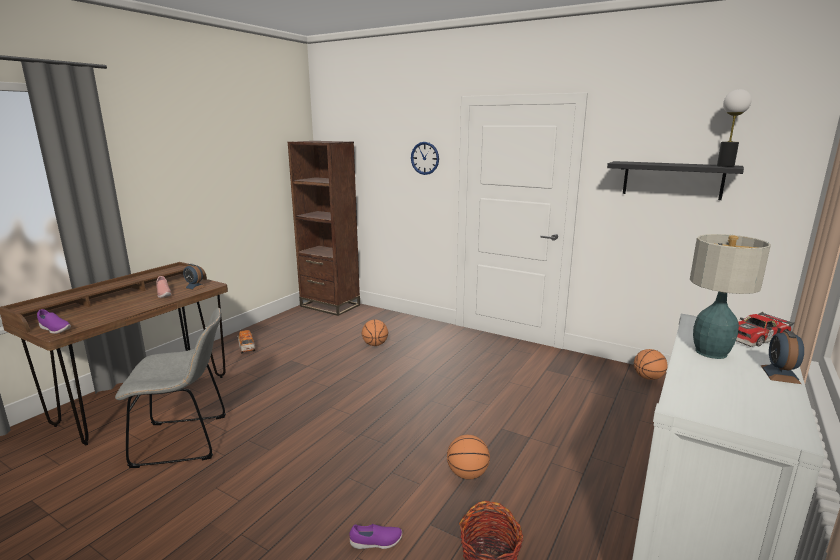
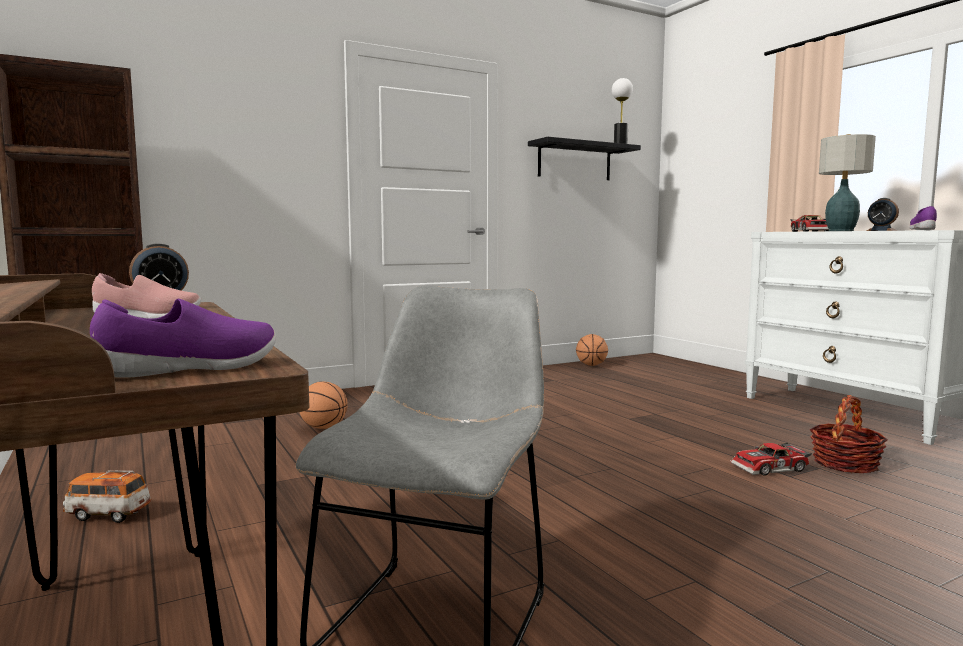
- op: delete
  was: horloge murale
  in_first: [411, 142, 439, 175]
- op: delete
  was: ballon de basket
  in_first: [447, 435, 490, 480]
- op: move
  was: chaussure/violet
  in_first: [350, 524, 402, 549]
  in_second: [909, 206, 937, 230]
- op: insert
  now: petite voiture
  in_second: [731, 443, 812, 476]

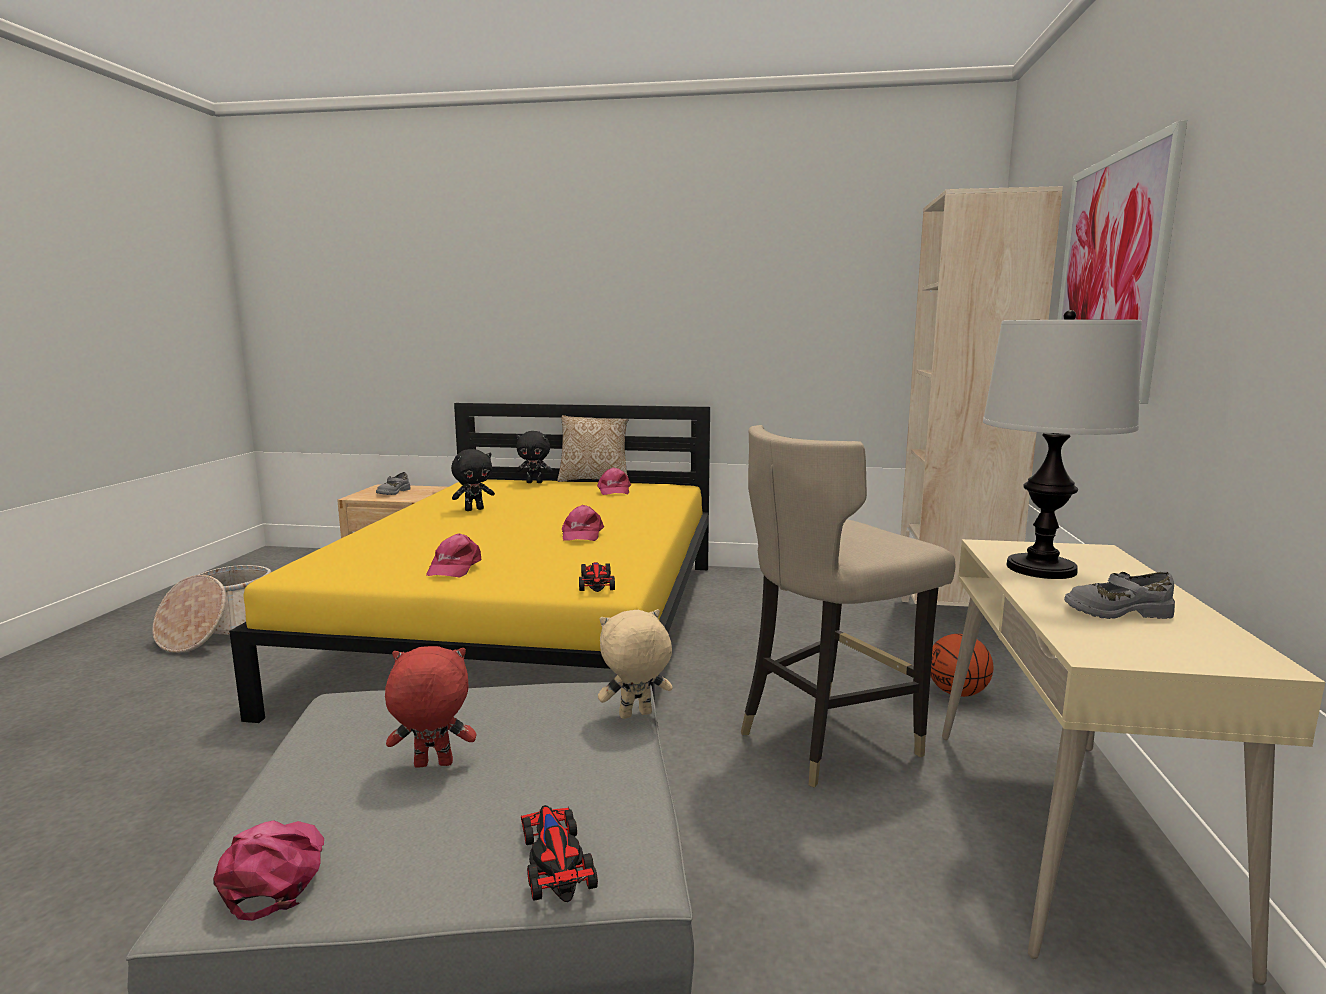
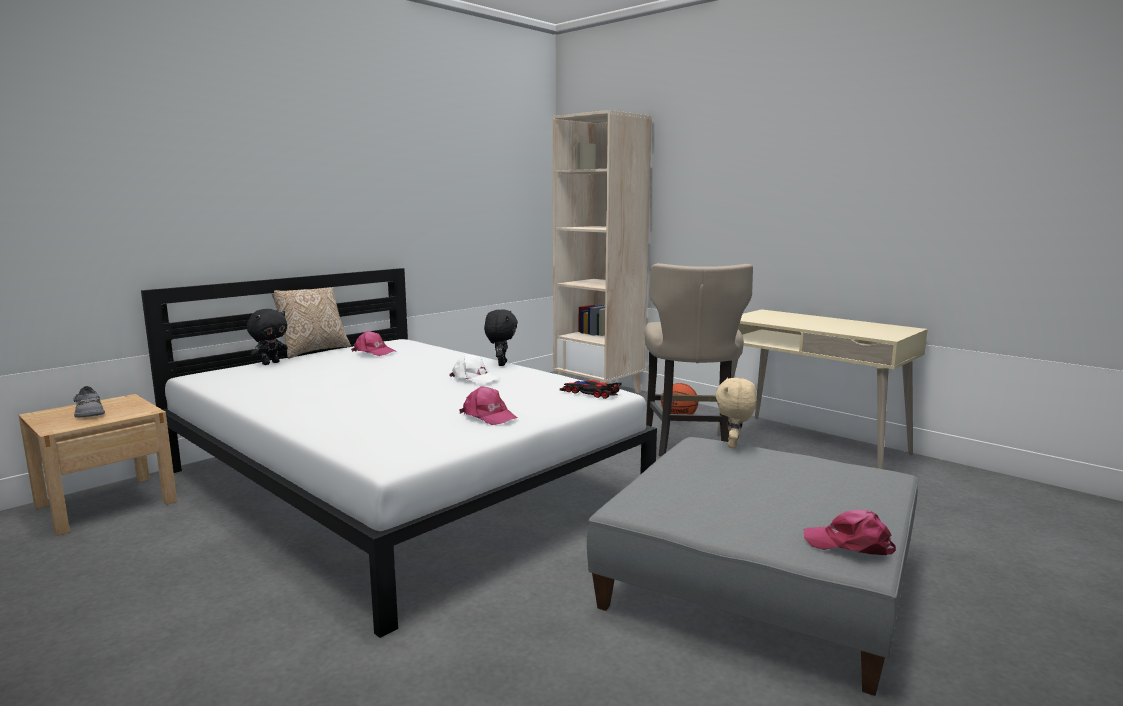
- op: delete
  was: tableau
  in_first: [1057, 120, 1187, 404]
- op: delete
  was: lampe de table
  in_first: [983, 310, 1142, 579]
- op: recolor
  was: lit/jaune
  now: lit/blanc
  in_first: [229, 403, 710, 723]
  in_second: [141, 268, 657, 638]
- op: move
  was: peluche/noir
  in_first: [451, 449, 495, 511]
  in_second: [484, 309, 518, 366]
- op: recolor
  was: casquette/rose
  now: casquette/blanc
  in_first: [562, 505, 604, 541]
  in_second: [449, 354, 500, 384]
- op: delete
  was: panier
  in_first: [152, 565, 271, 653]
- op: delete
  was: chaussure/gris
  in_first: [1064, 571, 1175, 619]
- op: delete
  was: peluche/rouge
  in_first: [385, 646, 476, 768]
- op: delete
  was: petite voiture
  in_first: [521, 805, 598, 902]

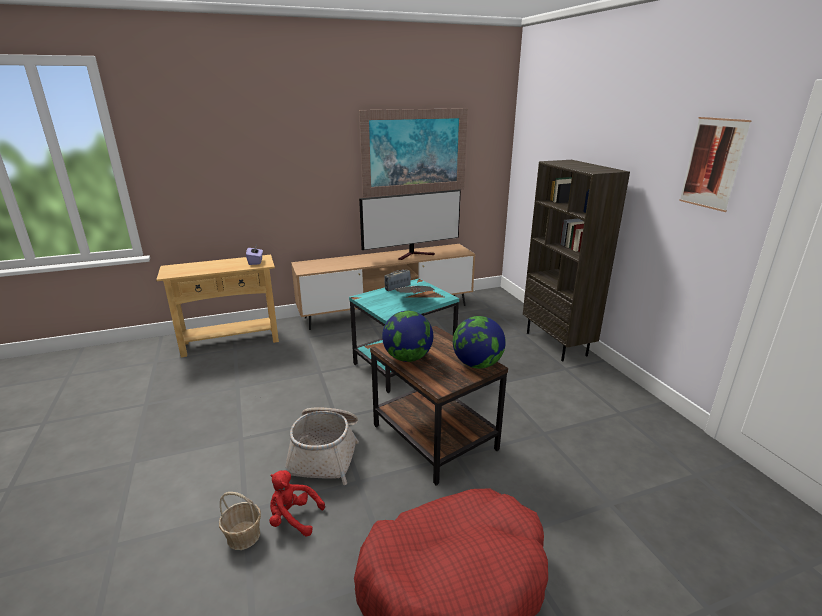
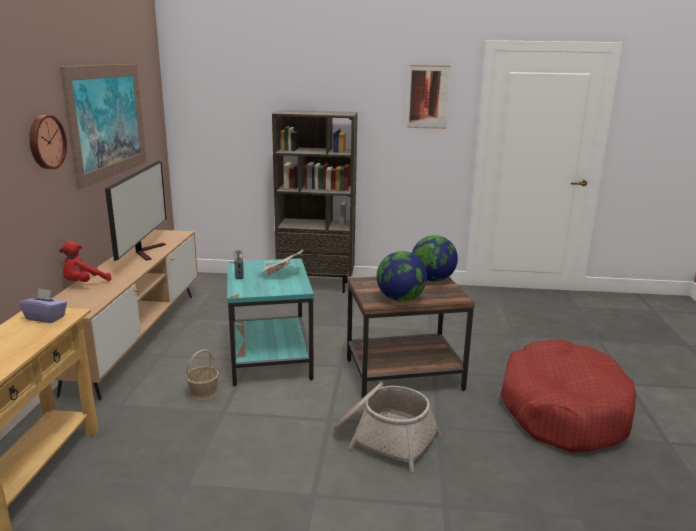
- op: move
  was: peluche/rouge
  in_first: [269, 470, 325, 537]
  in_second: [59, 241, 112, 282]
- op: move
  was: panier
  in_first: [219, 492, 261, 550]
  in_second: [185, 349, 219, 400]
- op: insert
  now: horloge murale
  in_second: [29, 115, 67, 169]

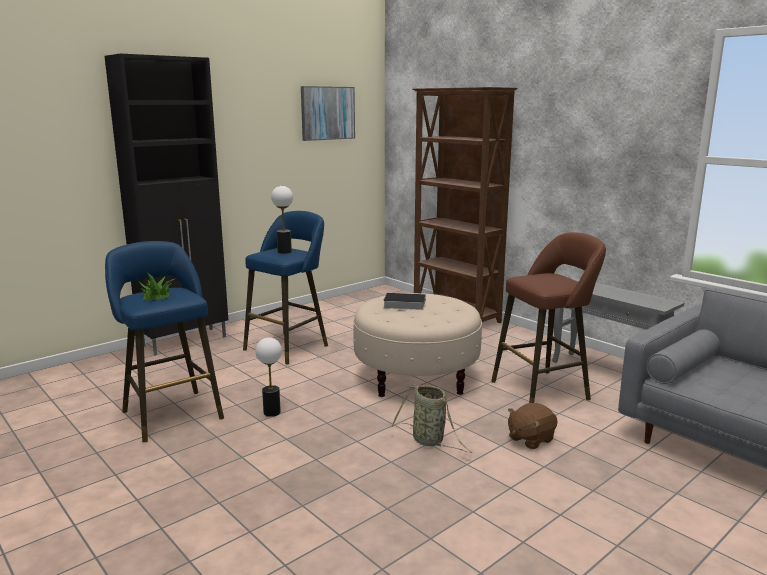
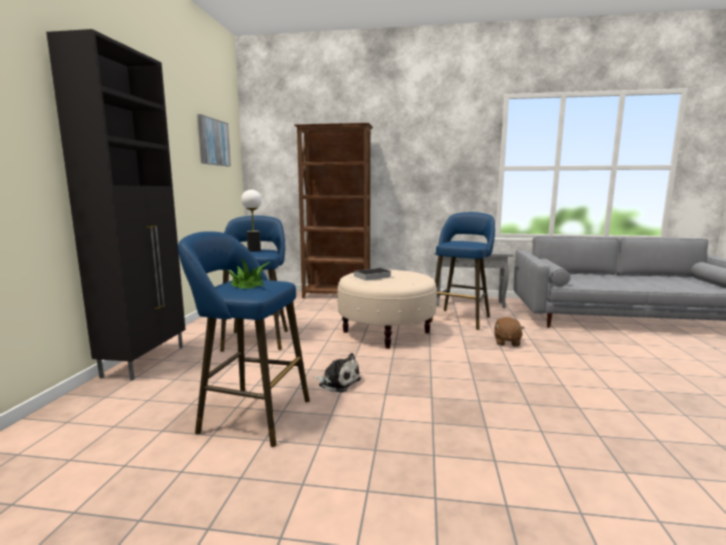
- op: recolor
  was: tabouret/marron
  now: tabouret/bleu
  in_first: [491, 232, 606, 403]
  in_second: [431, 212, 495, 330]
- op: replace
  was: lampe de table
  now: peluche
  in_first: [255, 337, 282, 417]
  in_second: [313, 353, 361, 392]
- op: delete
  was: panier
  in_first: [391, 385, 473, 453]

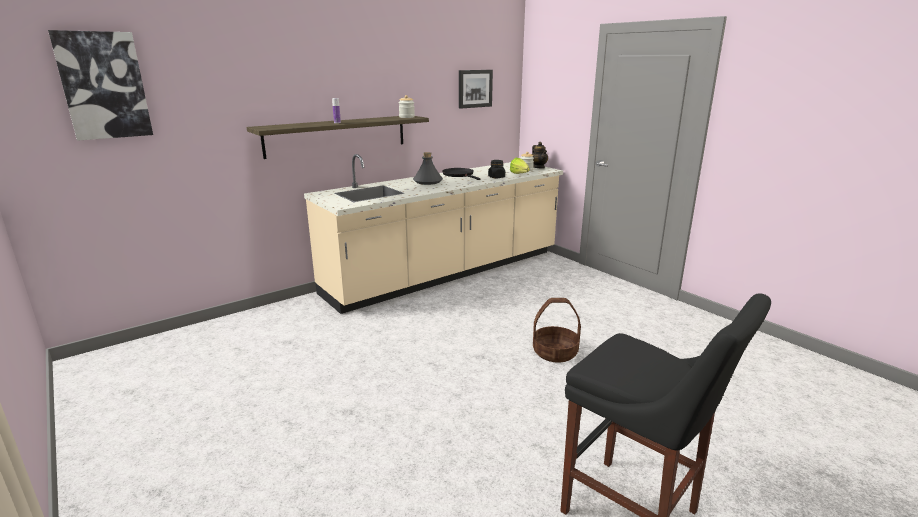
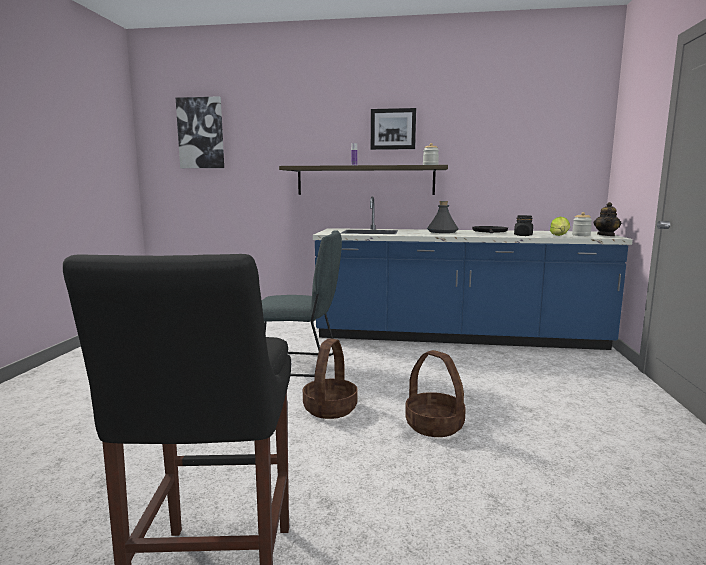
- op: move
  was: tableau
  in_first: [459, 70, 493, 109]
  in_second: [371, 108, 416, 150]
- op: recolor
  was: comptoir de cuisine/beige
  now: comptoir de cuisine/bleu
  in_first: [304, 154, 563, 314]
  in_second: [313, 196, 633, 350]
- op: insert
  now: chaise/gris
  in_second: [262, 230, 342, 377]
- op: insert
  now: panier
  in_second: [303, 339, 358, 419]

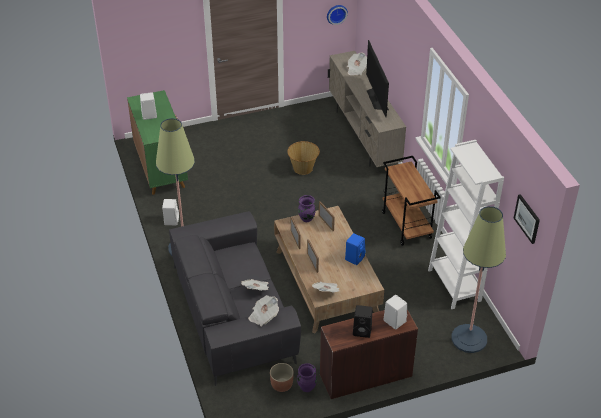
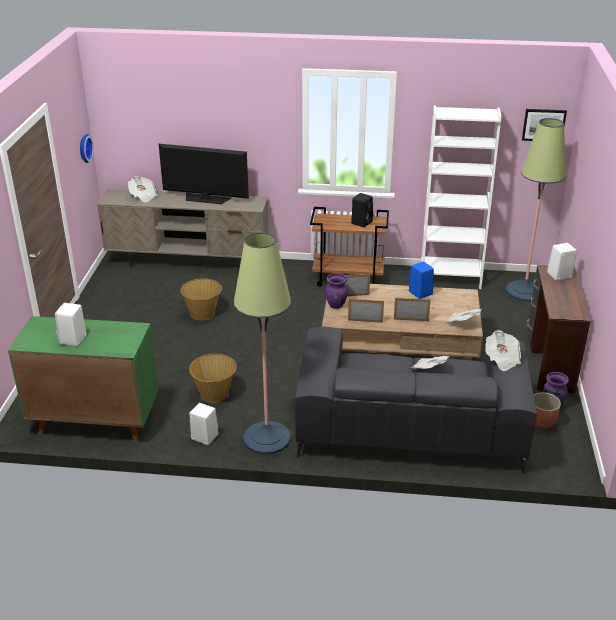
- op: move
  was: enceinte/noir
  in_first: [353, 305, 372, 338]
  in_second: [351, 193, 373, 227]
- op: insert
  now: panier
  in_second: [189, 354, 237, 403]

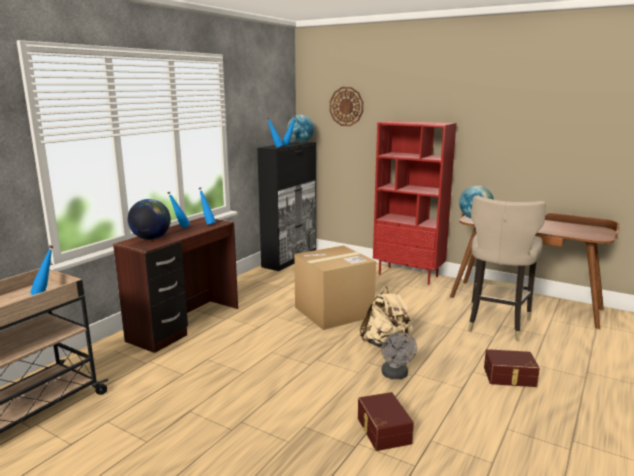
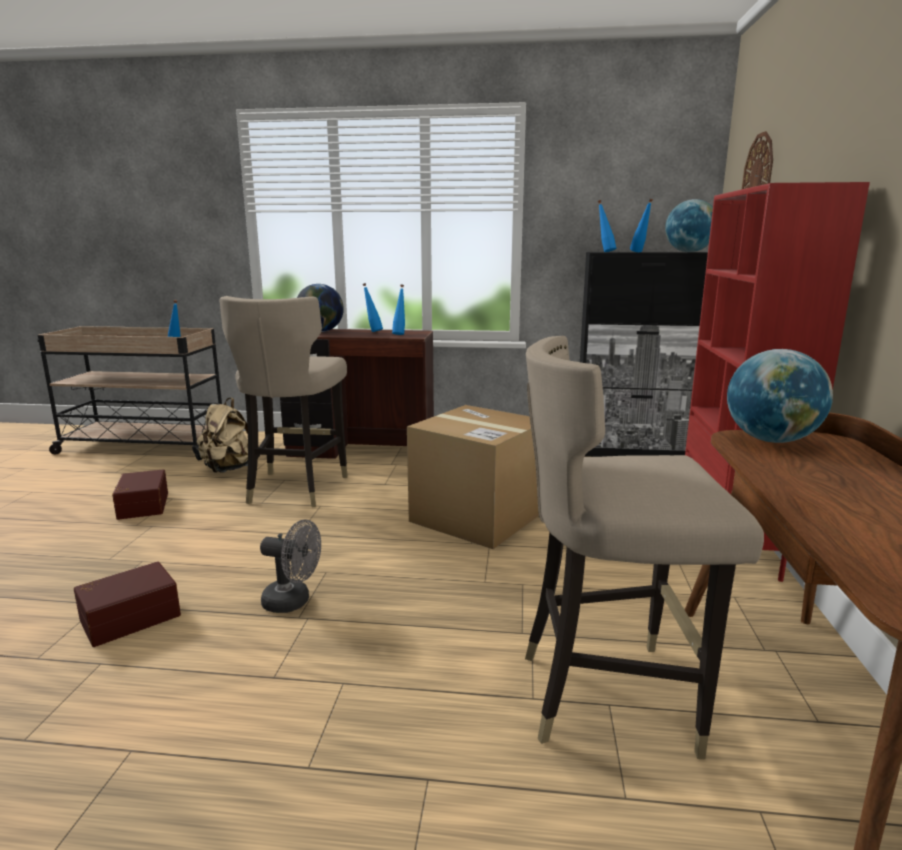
- op: move
  was: sac à dos/beige
  in_first: [360, 286, 413, 347]
  in_second: [197, 397, 259, 473]
- op: rotate
  was: ventilateur/gris
  in_first: [382, 332, 417, 379]
  in_second: [260, 520, 321, 613]
  clockwise: -135
- op: move
  was: boîte de rangement/marron
  in_first: [484, 349, 540, 387]
  in_second: [112, 469, 168, 520]
- op: insert
  now: tabouret/beige
  in_second: [219, 296, 348, 507]

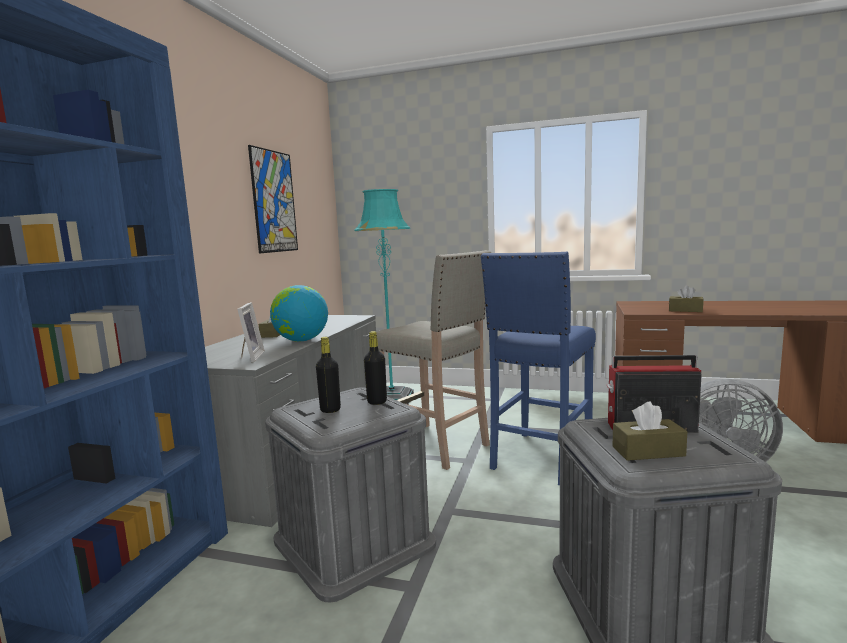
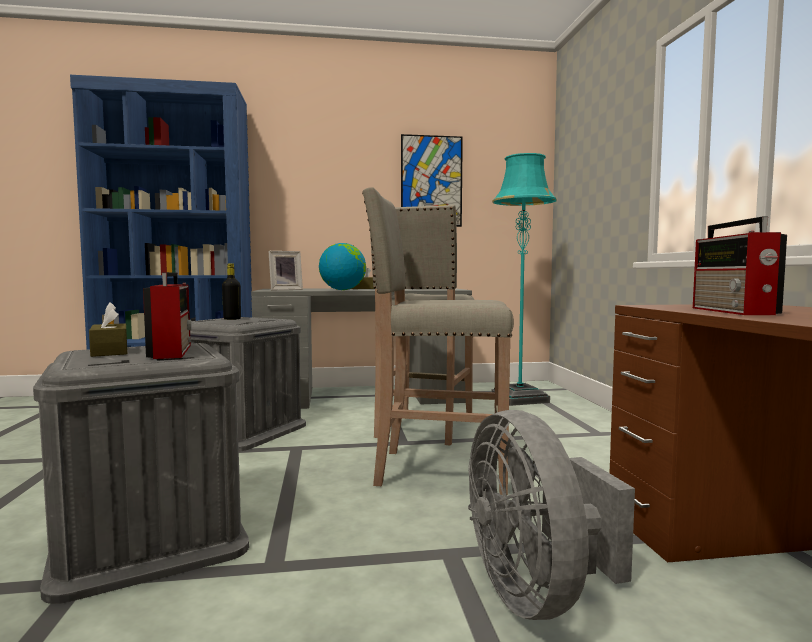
- op: recolor
  was: tabouret/bleu
  now: tabouret/beige
  in_first: [481, 252, 596, 485]
  in_second: [362, 187, 514, 495]
- op: replace
  was: boîte à mouchoirs/marron
  now: radio
  in_first: [669, 285, 704, 312]
  in_second: [693, 216, 787, 315]
- op: delete
  was: bouteille/noir
  in_first: [364, 331, 387, 405]

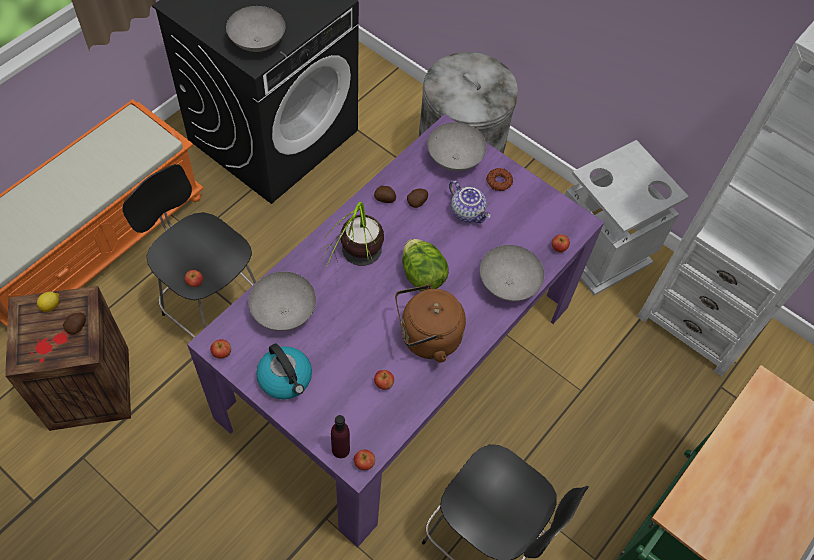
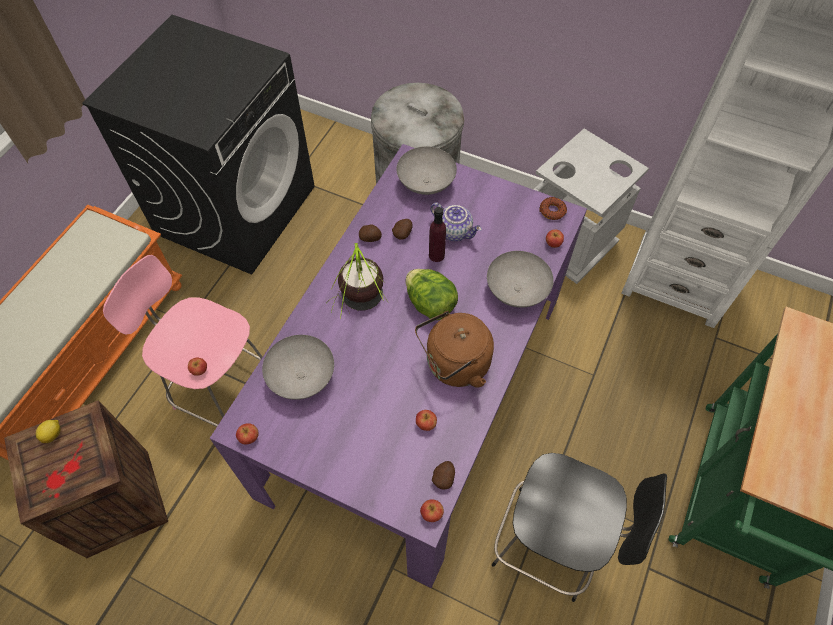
- op: delete
  was: bol/gris
  in_first: [226, 6, 285, 52]
- op: recolor
  was: tabouret/noir
  now: tabouret/rose
  in_first: [123, 164, 256, 338]
  in_second: [103, 255, 262, 427]
- op: move
  was: beignet
  in_first: [486, 168, 513, 191]
  in_second: [539, 197, 567, 220]
- op: move
  was: pomme de terre
  in_first: [63, 313, 86, 335]
  in_second: [432, 461, 455, 490]
- op: delete
  was: bouilloire
  in_first: [256, 343, 312, 399]
- op: move
  was: bouteille/violet
  in_first: [331, 415, 350, 458]
  in_second: [429, 207, 446, 262]

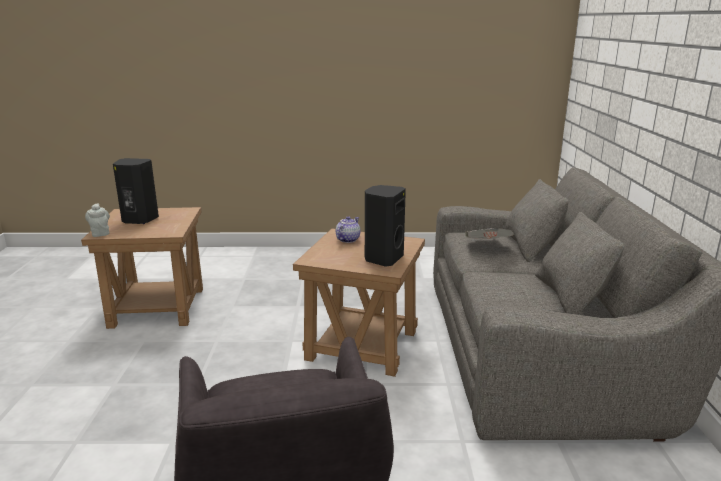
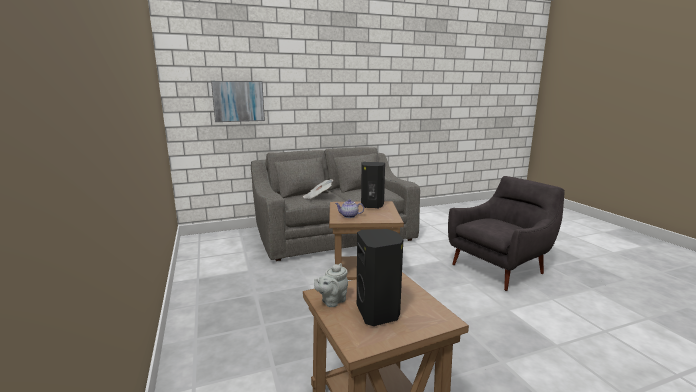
- op: move
  was: théière/gris
  in_first: [85, 203, 110, 237]
  in_second: [314, 263, 348, 307]
- op: insert
  now: tableau
  in_second: [211, 81, 265, 122]

